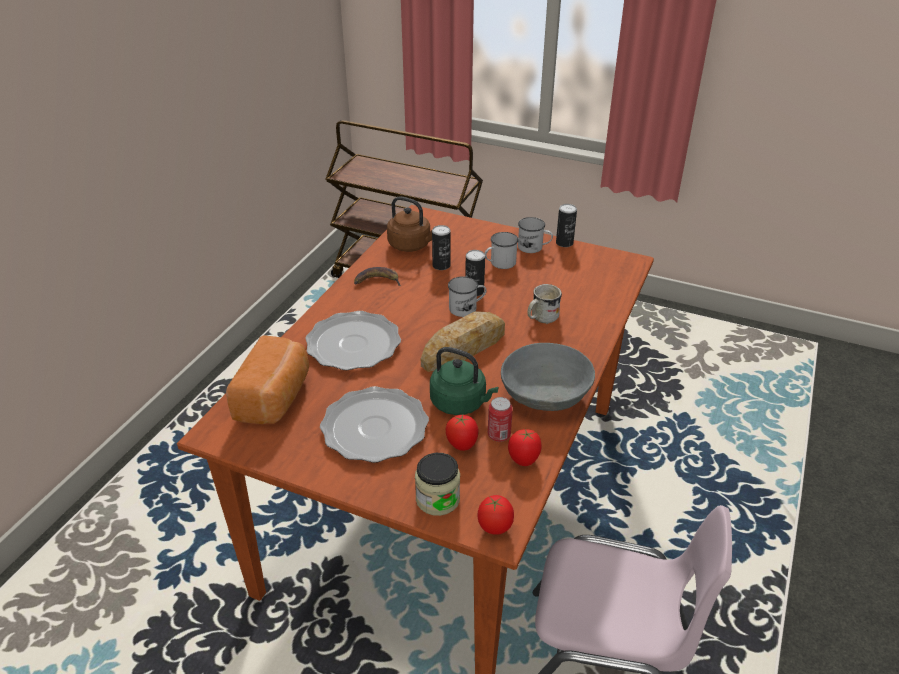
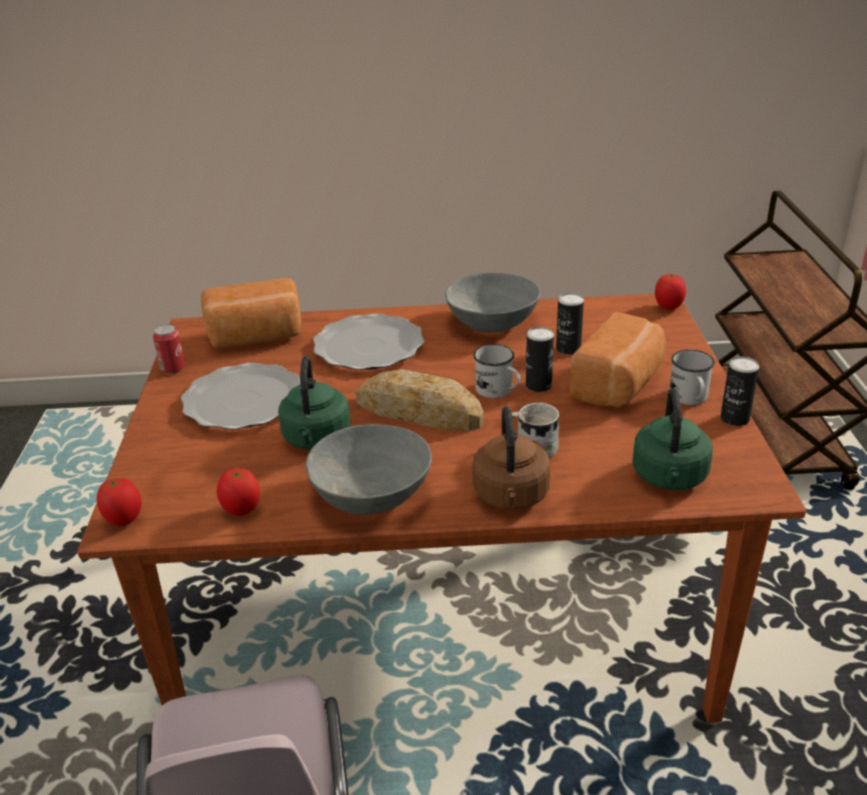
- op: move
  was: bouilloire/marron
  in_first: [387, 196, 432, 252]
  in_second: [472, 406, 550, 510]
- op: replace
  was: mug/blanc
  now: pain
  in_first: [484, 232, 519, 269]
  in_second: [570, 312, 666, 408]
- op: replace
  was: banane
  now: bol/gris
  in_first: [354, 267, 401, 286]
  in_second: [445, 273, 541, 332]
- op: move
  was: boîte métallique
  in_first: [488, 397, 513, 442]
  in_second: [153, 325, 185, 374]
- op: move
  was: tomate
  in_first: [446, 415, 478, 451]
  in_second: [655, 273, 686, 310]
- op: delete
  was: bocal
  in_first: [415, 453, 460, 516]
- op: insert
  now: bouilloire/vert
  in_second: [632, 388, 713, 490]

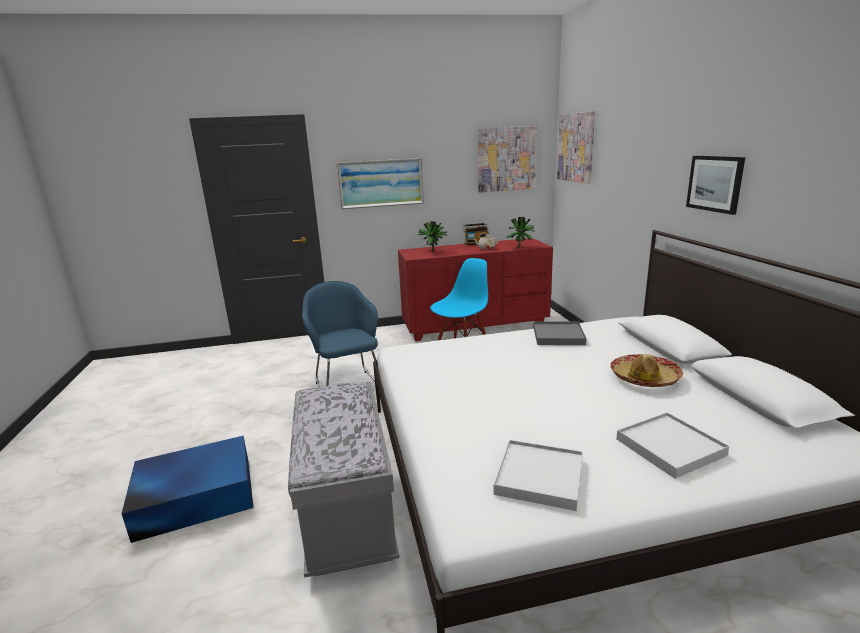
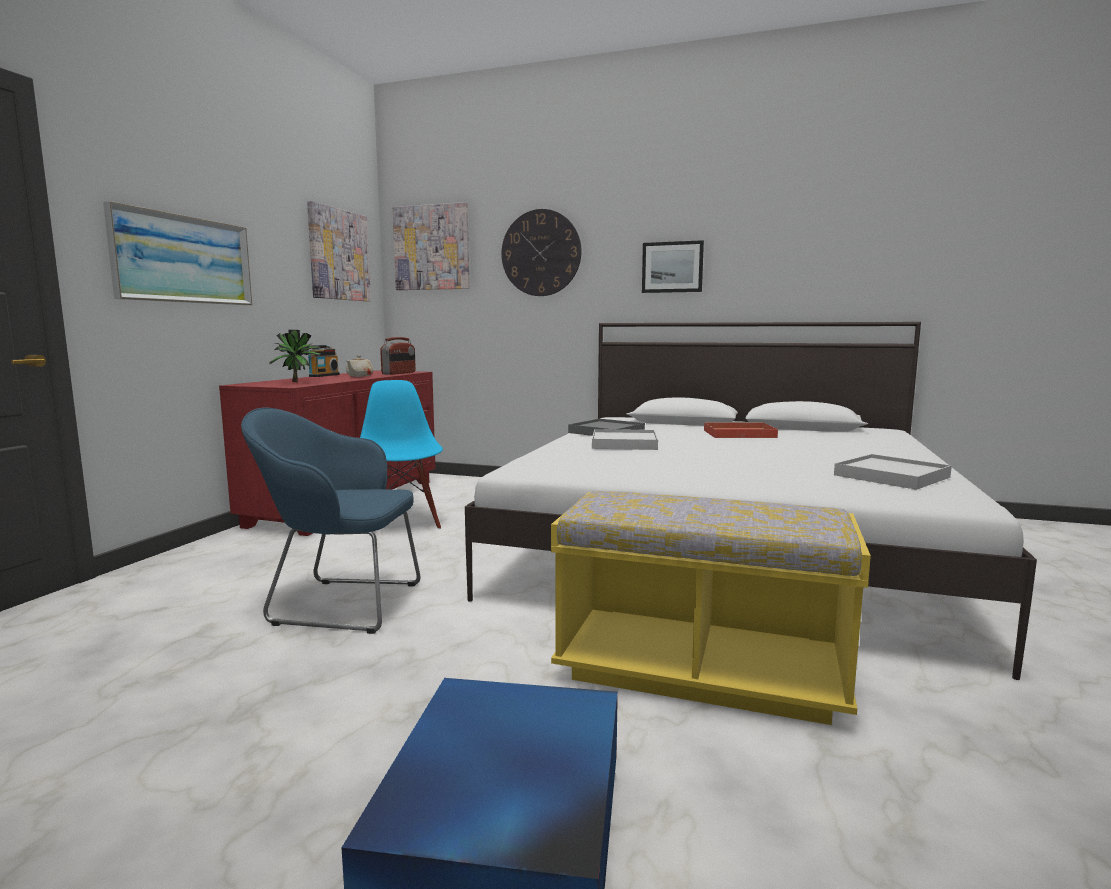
- op: replace
  was: plante en pot
  now: radio
  in_first: [507, 217, 535, 248]
  in_second: [380, 337, 416, 375]
- op: replace
  was: chapeau
  now: plateau/rouge
  in_first: [610, 354, 683, 387]
  in_second: [704, 422, 778, 438]
- op: recolor
  was: banc/gris
  now: banc/jaune
  in_first: [288, 381, 400, 578]
  in_second: [551, 491, 871, 725]
- op: move
  was: plateau/blanc
  in_first: [616, 412, 729, 479]
  in_second: [592, 429, 658, 450]
- op: insert
  now: horloge murale
  in_second: [501, 209, 581, 296]

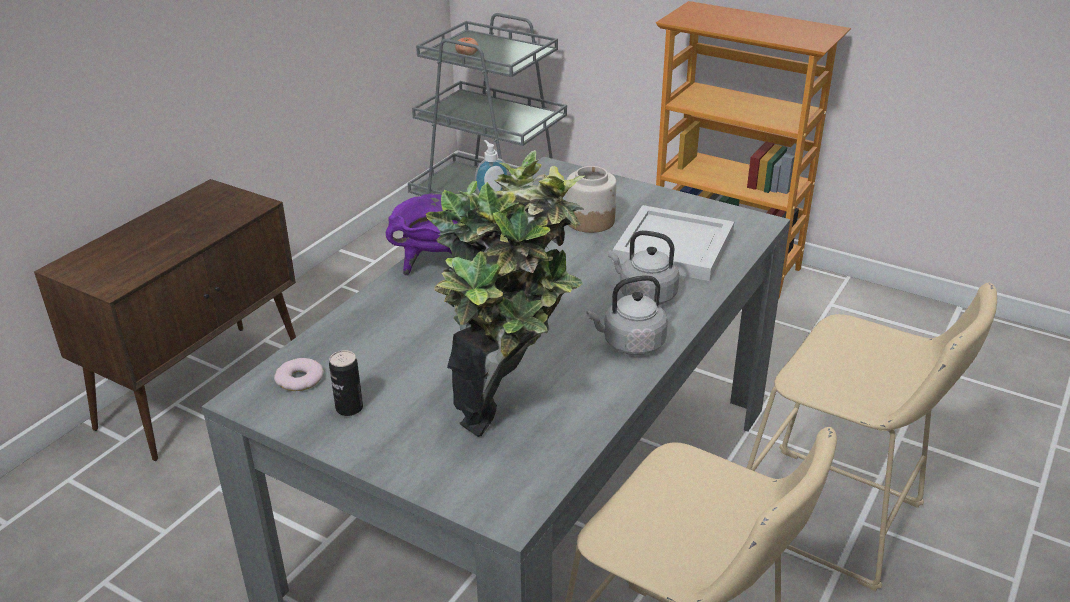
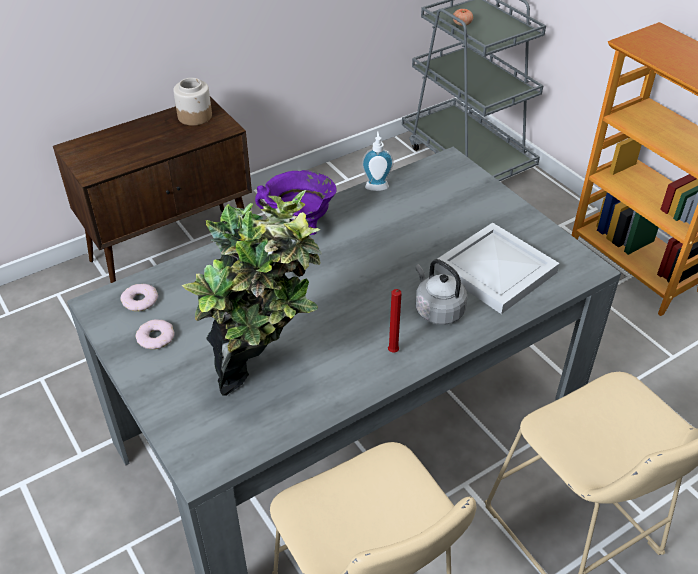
- op: move
  was: bocal
  in_first: [566, 166, 617, 233]
  in_second: [173, 78, 212, 126]
- op: replace
  was: bouilloire/gris
  now: bougie/rouge
  in_first: [586, 275, 668, 355]
  in_second: [388, 289, 401, 353]
- op: replace
  was: boîte métallique
  now: beignet
  in_first: [329, 350, 363, 416]
  in_second: [136, 319, 175, 349]

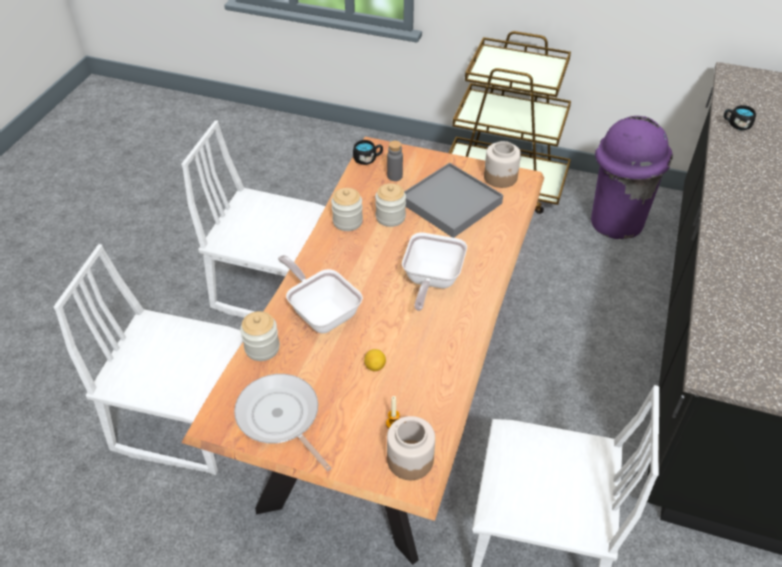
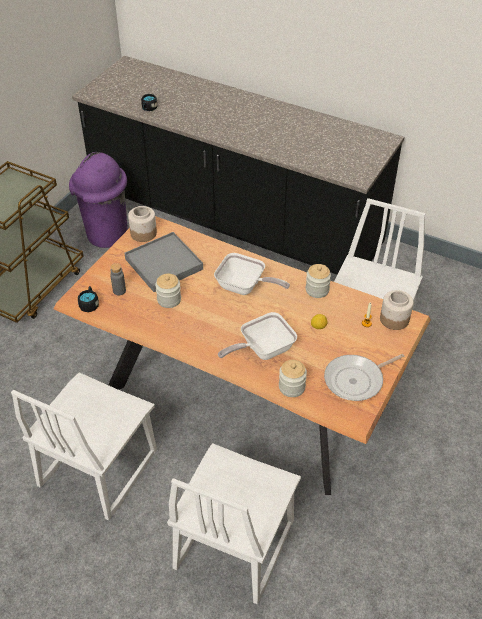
- op: move
  was: bocal
  in_first: [331, 188, 363, 231]
  in_second: [306, 264, 331, 298]

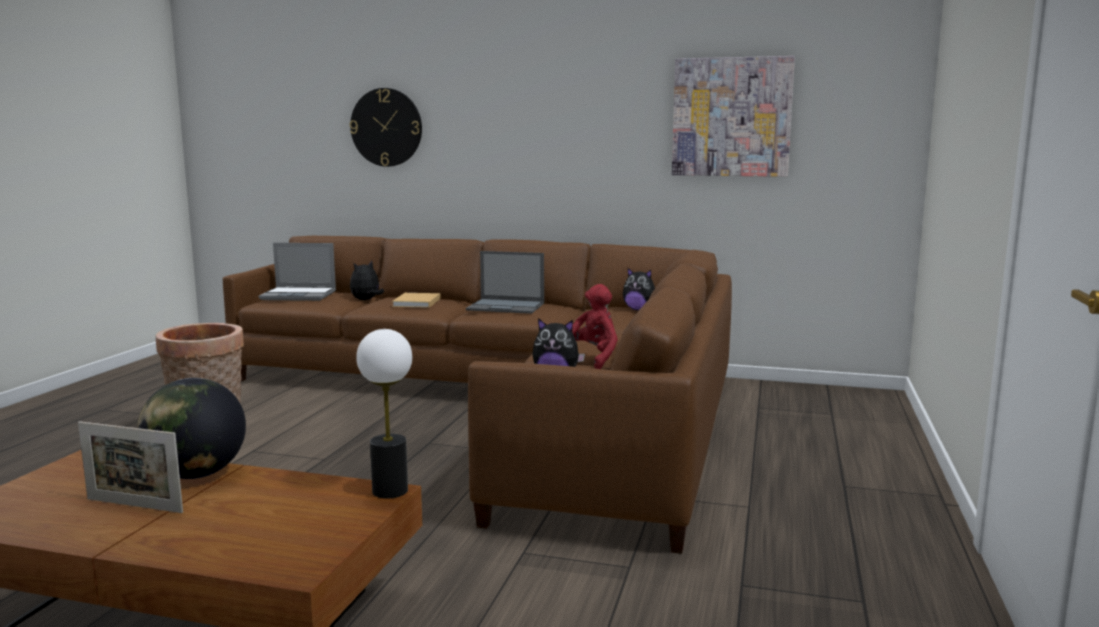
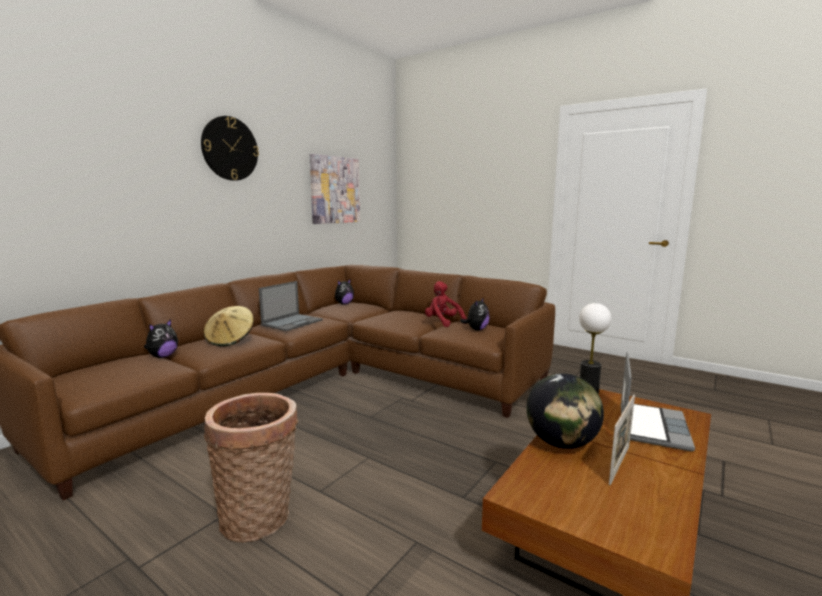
- op: move
  was: horloge murale
  in_first: [350, 88, 422, 167]
  in_second: [201, 116, 259, 181]
- op: move
  was: ordinateur portable
  in_first: [258, 243, 336, 301]
  in_second: [621, 352, 695, 452]
- op: rotate
  was: peluche
  in_first: [350, 261, 384, 300]
  in_second: [144, 319, 178, 358]
  clockwise: -120
- op: replace
  was: livre/beige
  now: chapeau/beige
  in_first: [392, 293, 441, 308]
  in_second: [204, 306, 254, 347]

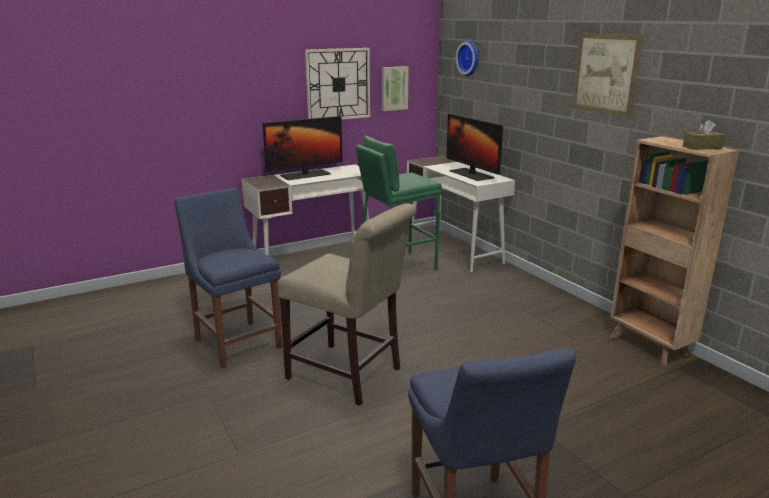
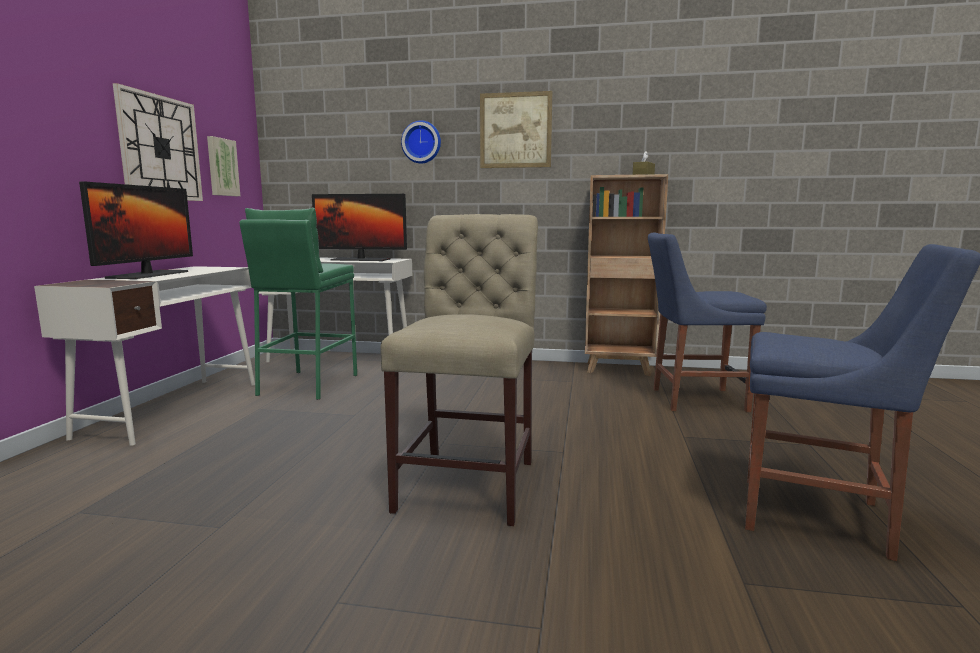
- op: move
  was: horloge murale
  in_first: [456, 40, 479, 76]
  in_second: [401, 120, 441, 163]
- op: move
  was: chaise/bleu
  in_first: [174, 188, 282, 368]
  in_second: [648, 233, 767, 412]
- op: rotate
  was: chaise/beige
  in_first: [277, 204, 417, 406]
  in_second: [380, 214, 538, 526]
  clockwise: -60

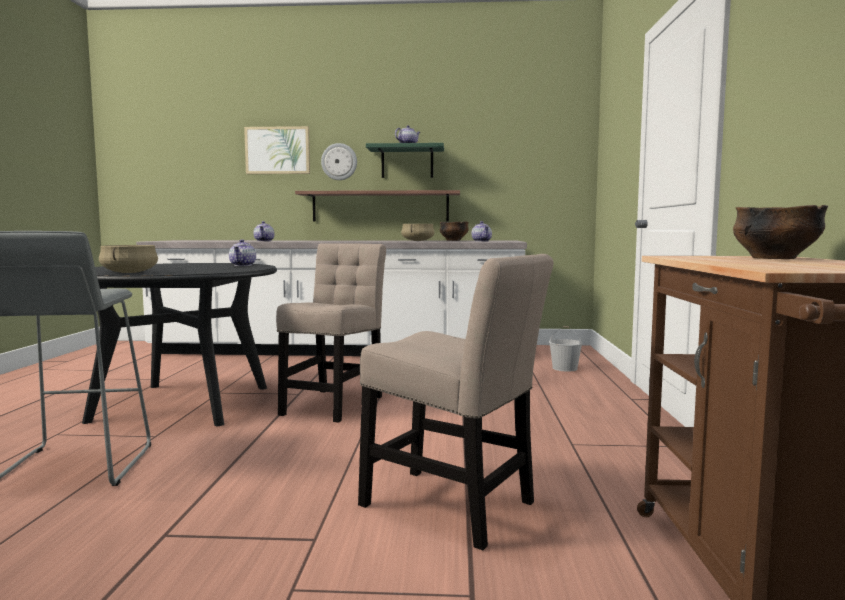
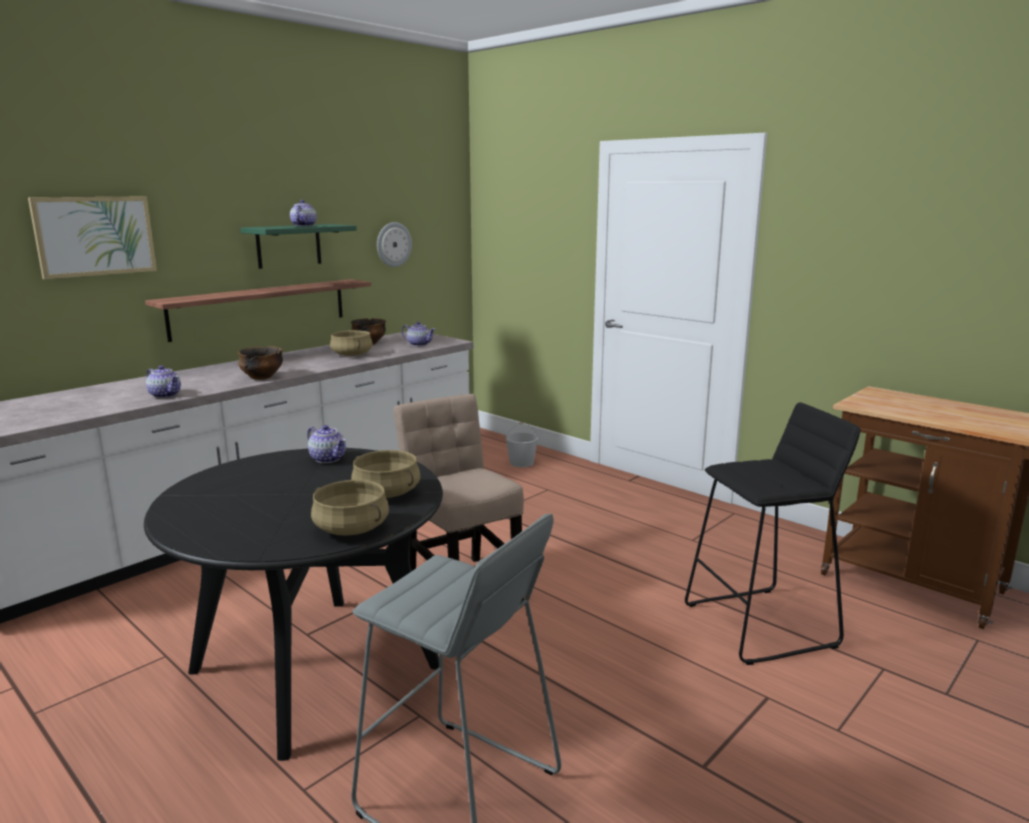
- op: move
  was: horloge murale
  in_first: [321, 143, 357, 180]
  in_second: [377, 222, 412, 267]
- op: move
  was: bol
  in_first: [733, 205, 828, 259]
  in_second: [238, 346, 283, 380]
- op: replace
  was: chaise/beige
  now: tabouret/noir
  in_first: [358, 254, 553, 550]
  in_second: [685, 402, 860, 665]
- op: insert
  now: marmite/beige
  in_second: [351, 450, 421, 498]

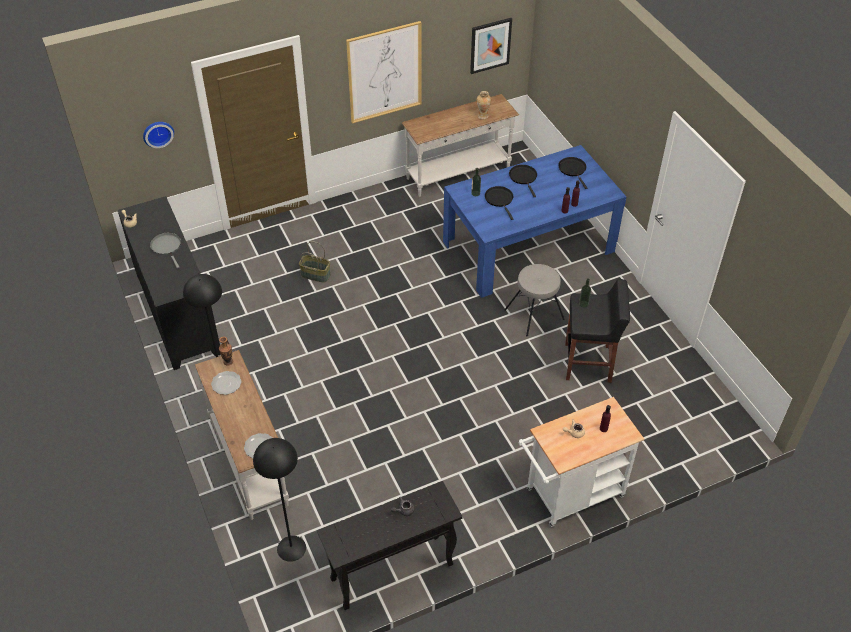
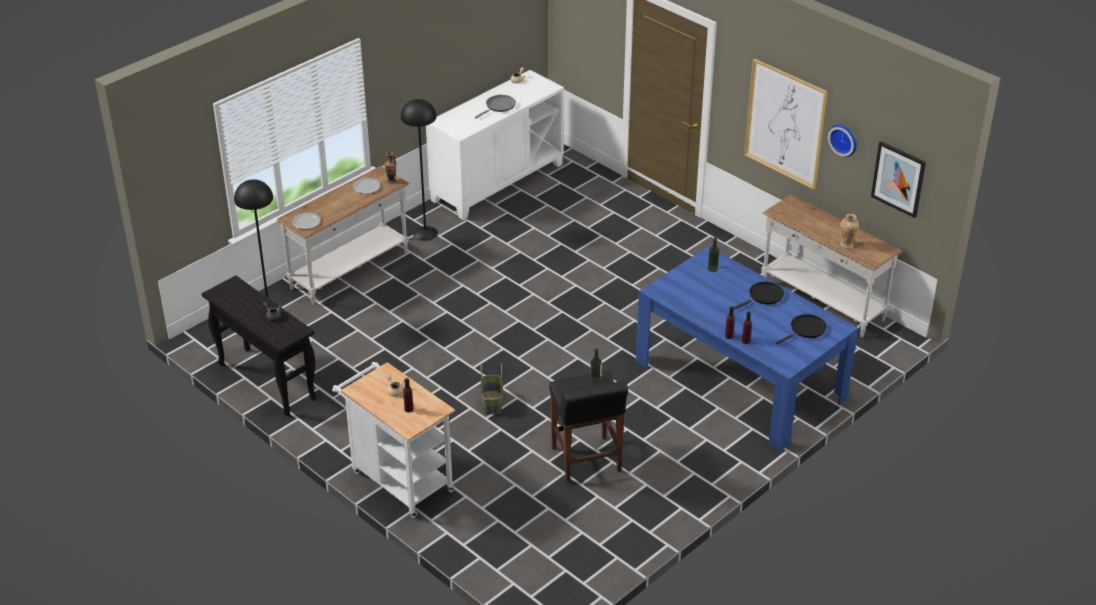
- op: move
  was: horloge murale
  in_first: [143, 122, 174, 148]
  in_second: [828, 124, 857, 157]
- op: delete
  was: poêle/noir
  in_first: [485, 186, 513, 220]
- op: recolor
  was: meuble de rangement/noir
  now: meuble de rangement/blanc
  in_first: [118, 196, 221, 370]
  in_second: [426, 70, 564, 220]
- op: move
  was: panier
  in_first: [299, 241, 331, 282]
  in_second: [481, 363, 503, 415]
- op: delete
  was: tabouret/gris
  in_first: [504, 264, 565, 336]

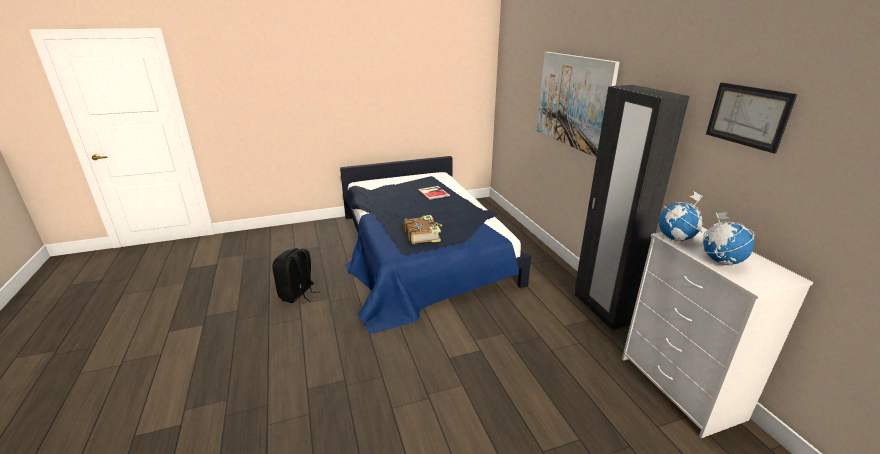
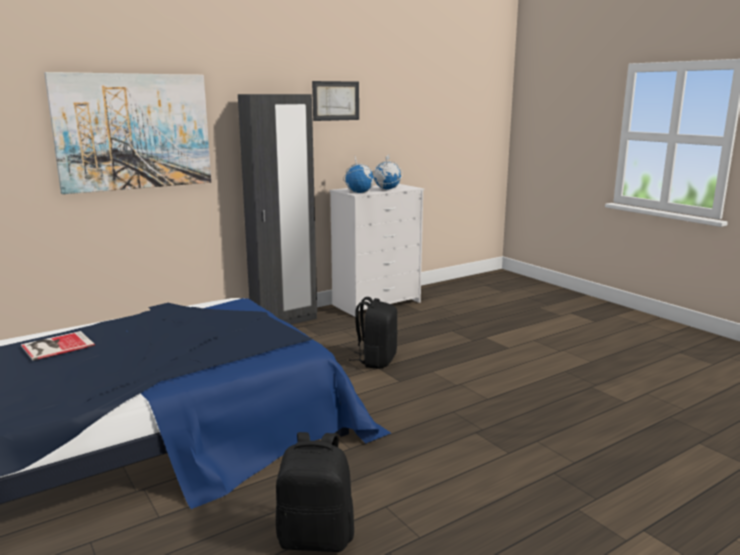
- op: delete
  was: livre
  in_first: [403, 215, 442, 244]
- op: insert
  now: sac à dos/noir
  in_second: [349, 297, 398, 369]

